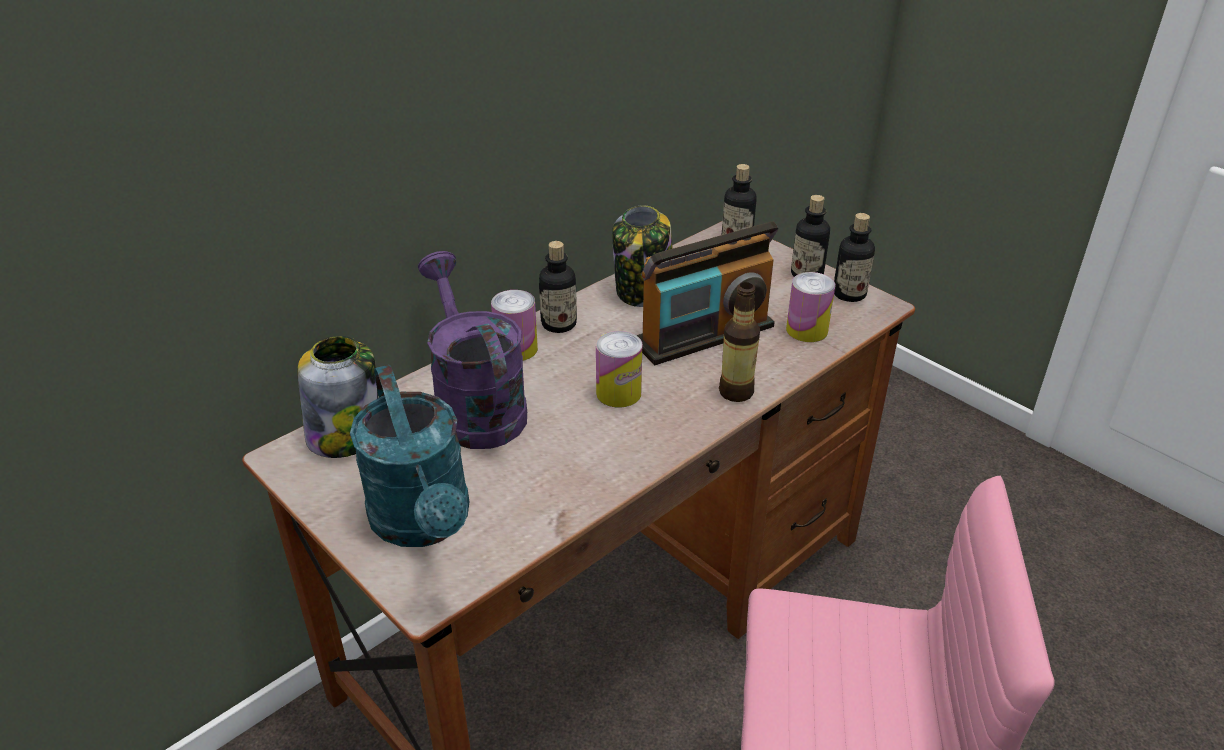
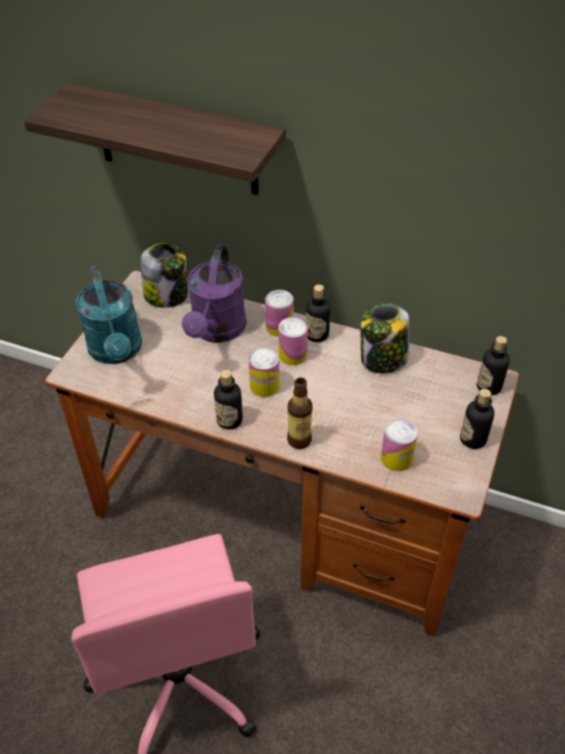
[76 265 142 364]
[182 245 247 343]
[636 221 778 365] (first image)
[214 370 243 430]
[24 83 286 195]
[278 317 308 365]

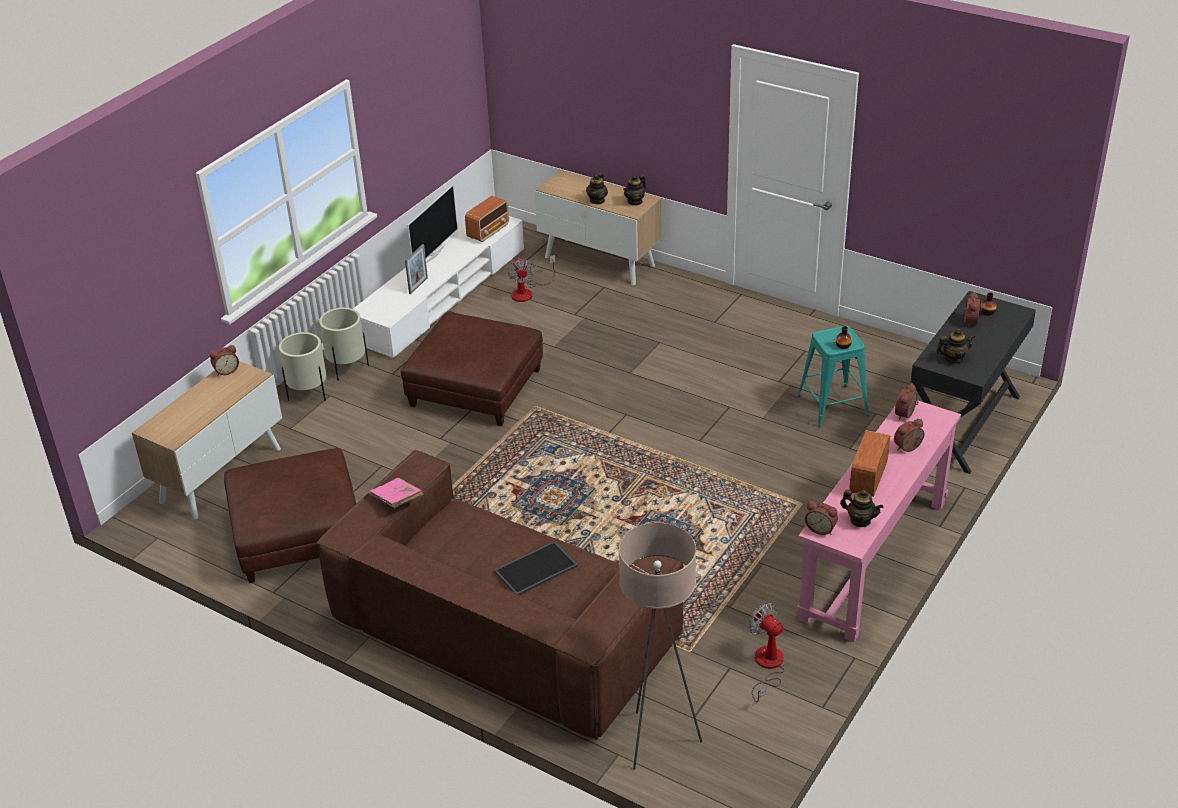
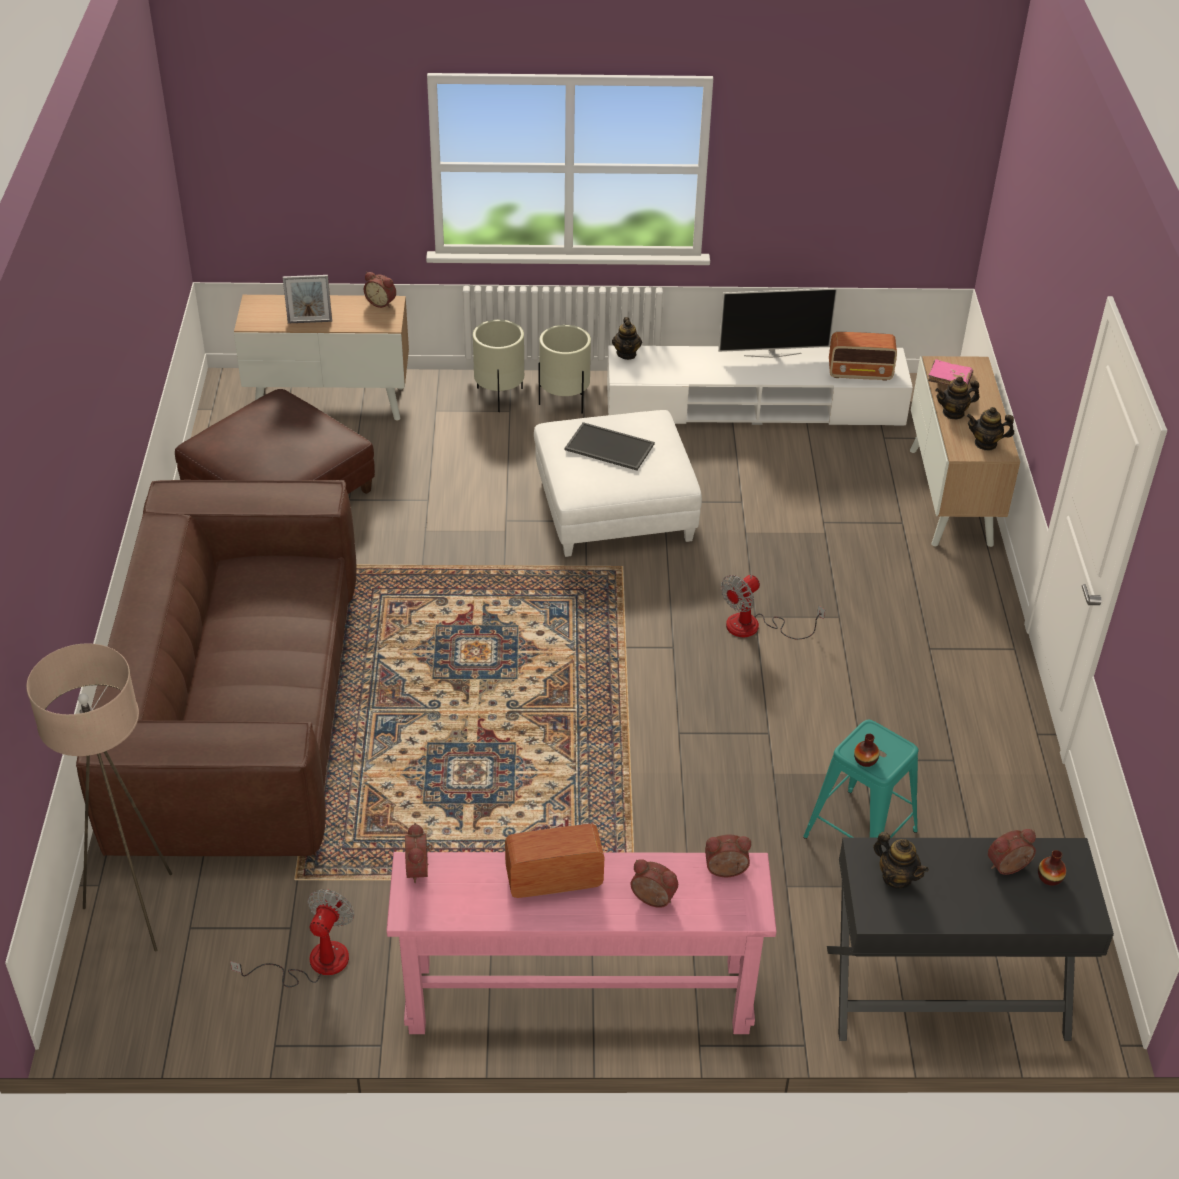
[928 359 973 386]
[534 410 702 557]
[283 275 332 324]
[565 422 655 471]
[721 575 825 640]
[612 317 642 360]

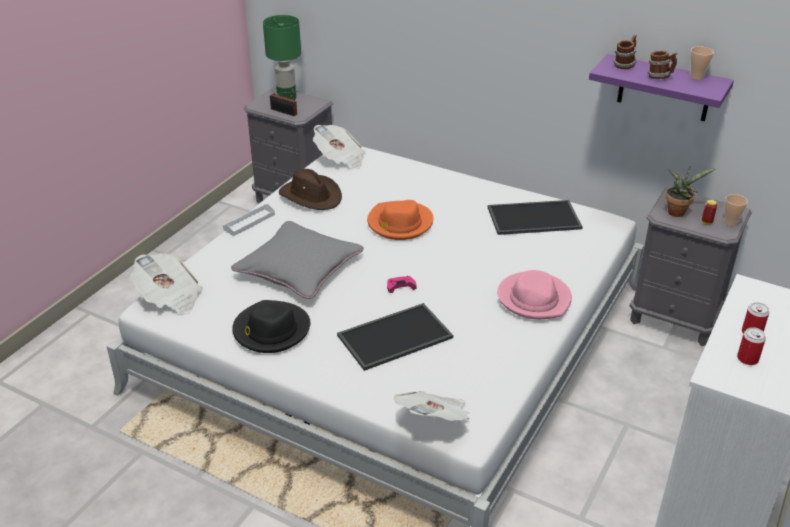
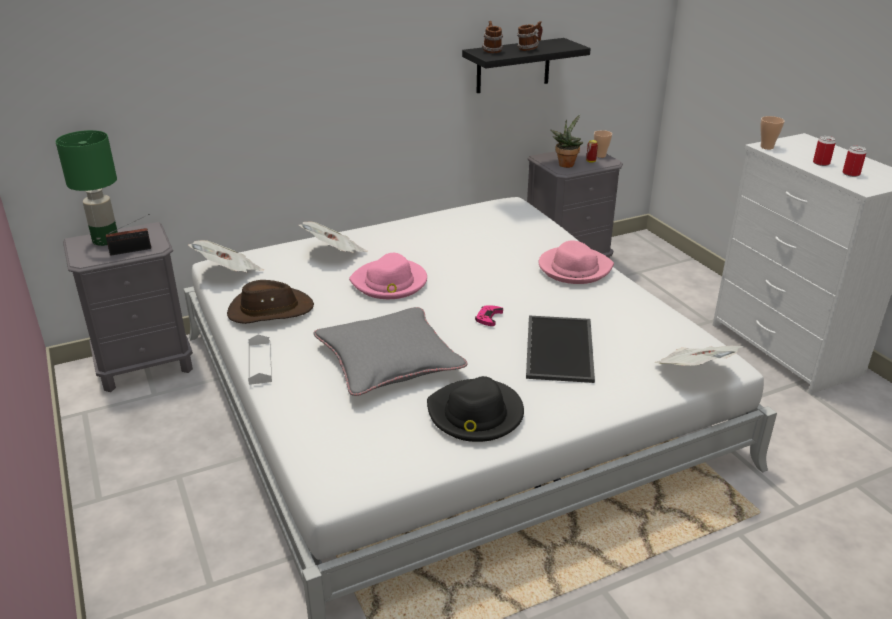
[299 221 368 253]
[349 253 427 299]
[488 200 583 235] (first image)
[462 38 591 93]
[760 116 785 149]

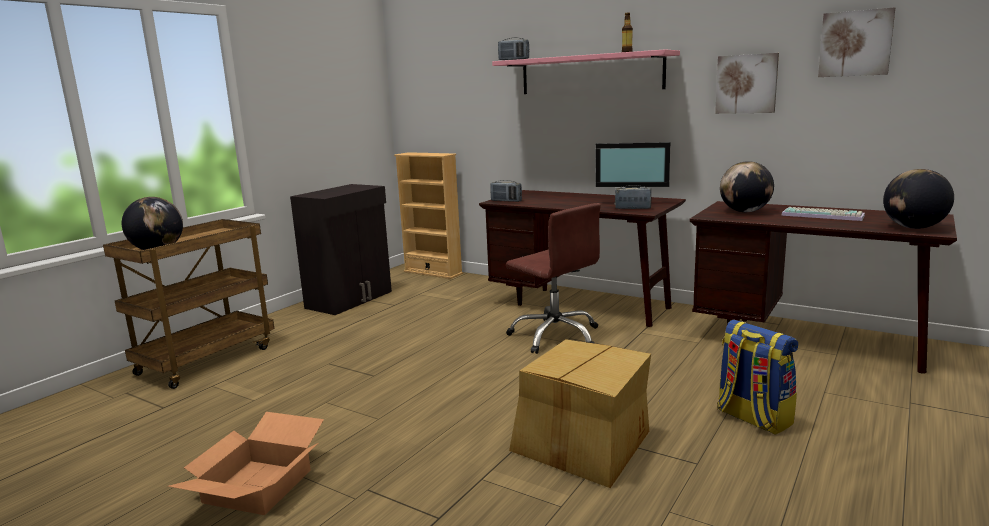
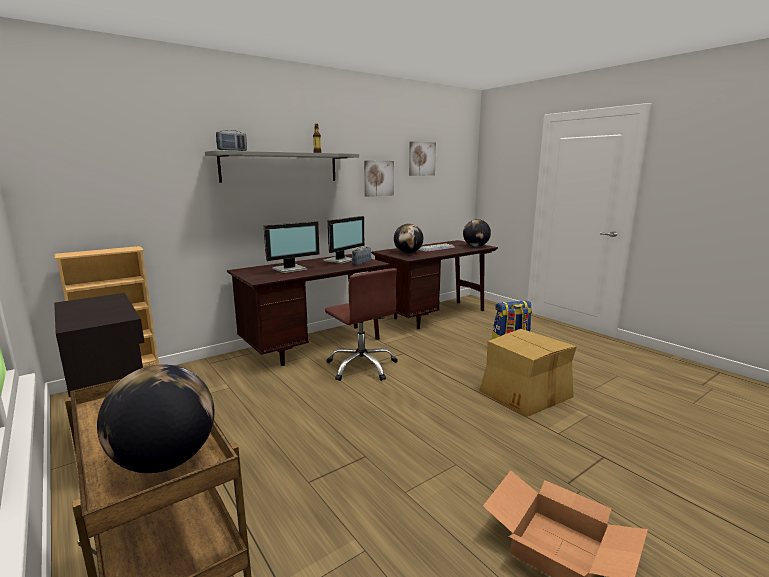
[490 180 522 202] (first image)
[205 150 359 183]
[325 268 398 381]
[264 221 320 273]

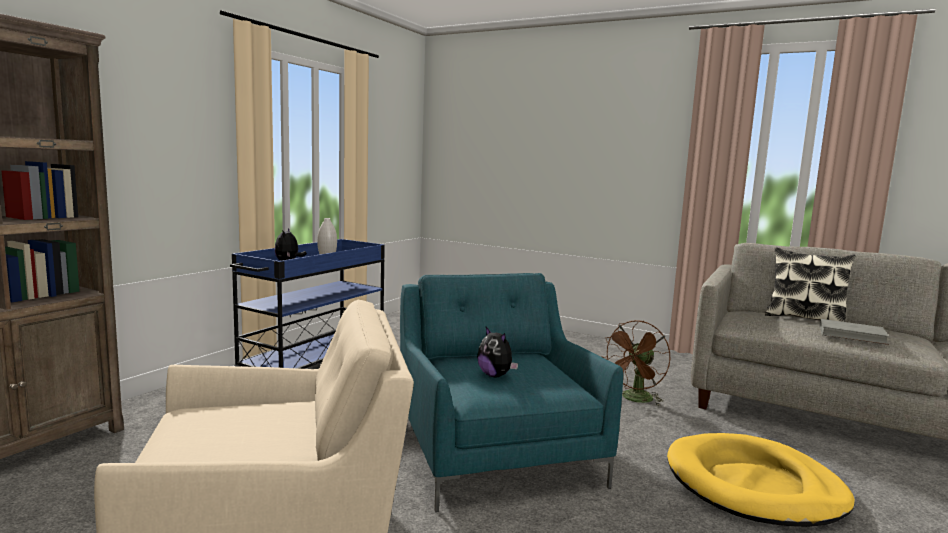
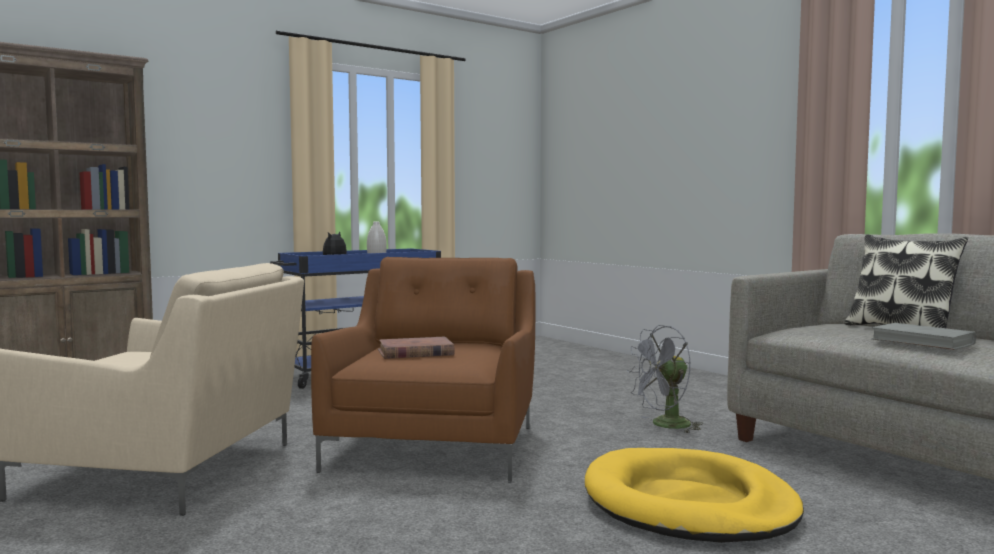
[311 257 536 483]
[378 336 455 359]
[627 325 703 433]

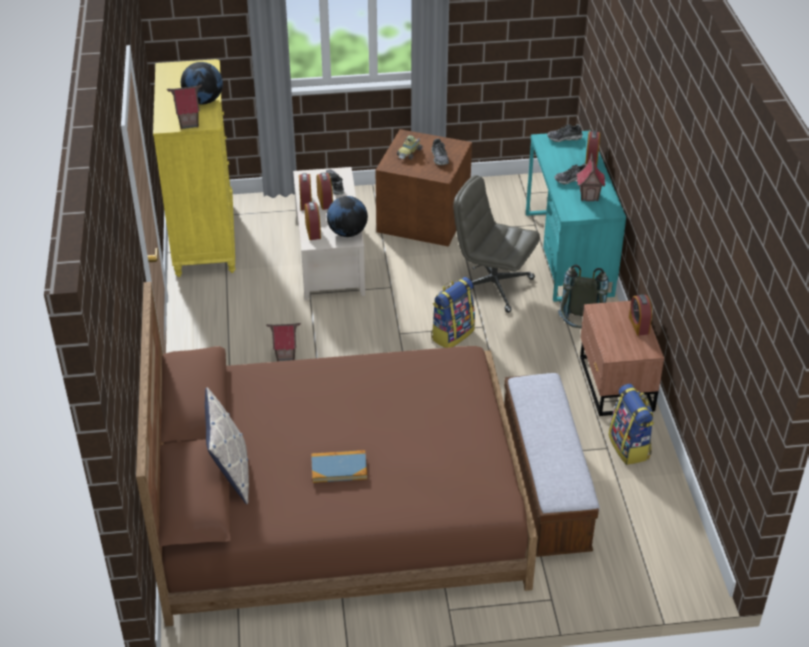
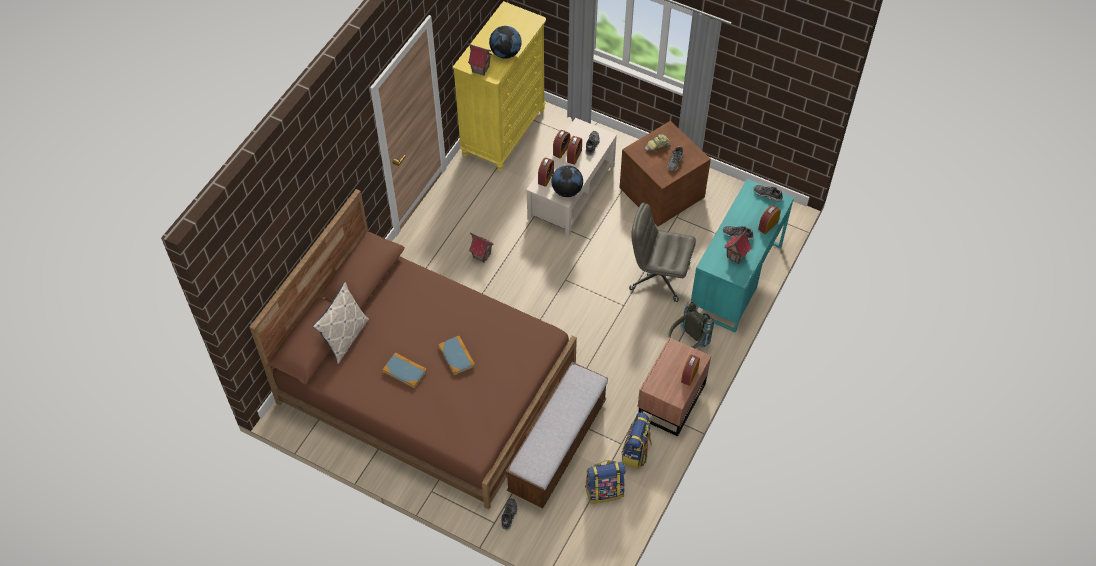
[585 460 626 503]
[629 203 696 302]
[439 336 475 375]
[501 498 517 531]

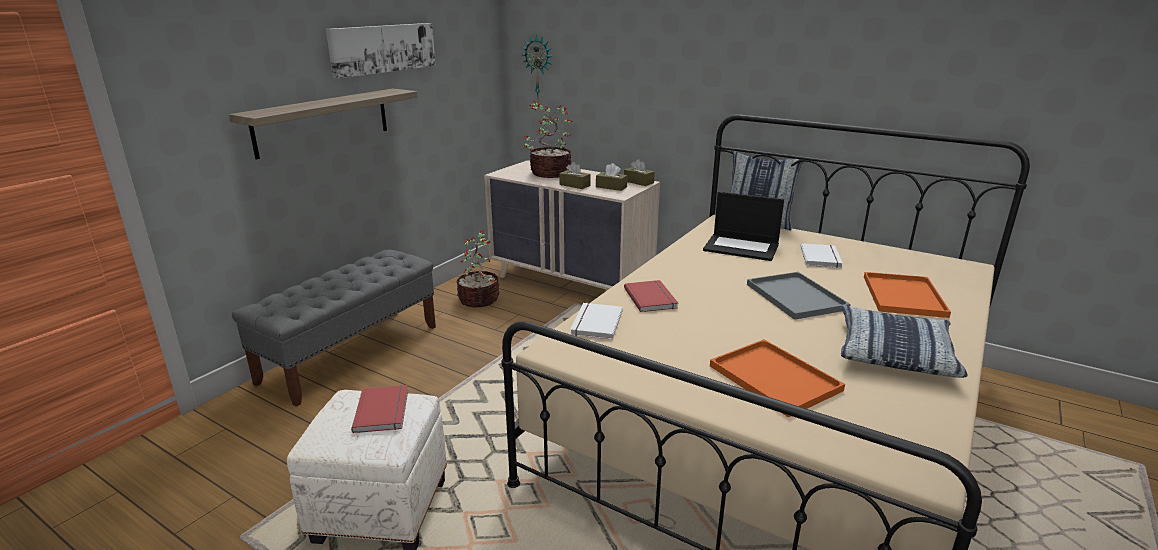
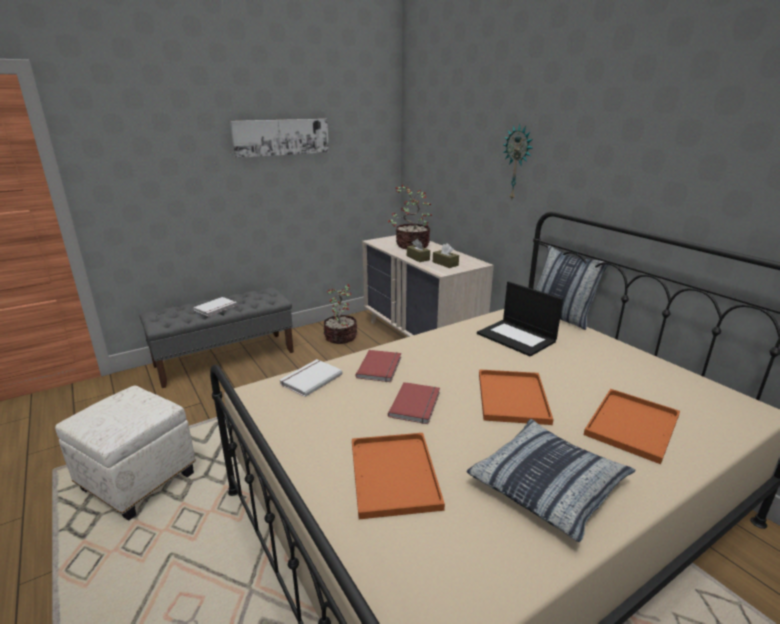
[229 88 418 160] (first image)
[388 382 440 424]
[503 124 533 199]
[624 159 655 186] (first image)
[479 369 554 425]
[193 297 237 316]

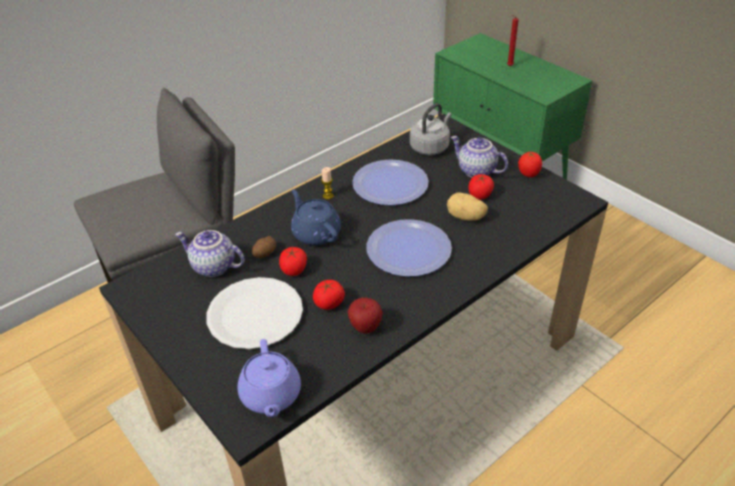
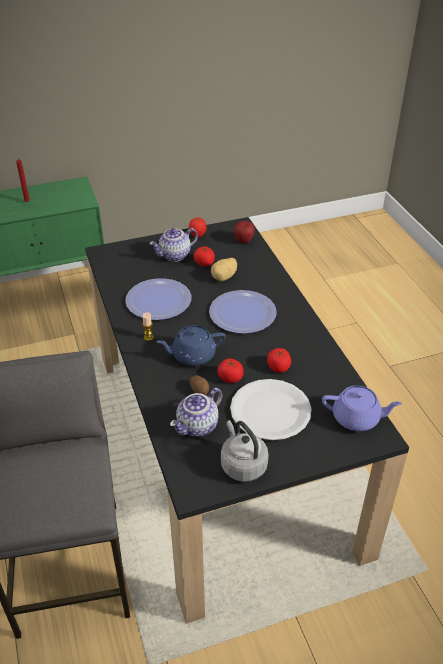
[234 221 255 243]
[221 420 269 482]

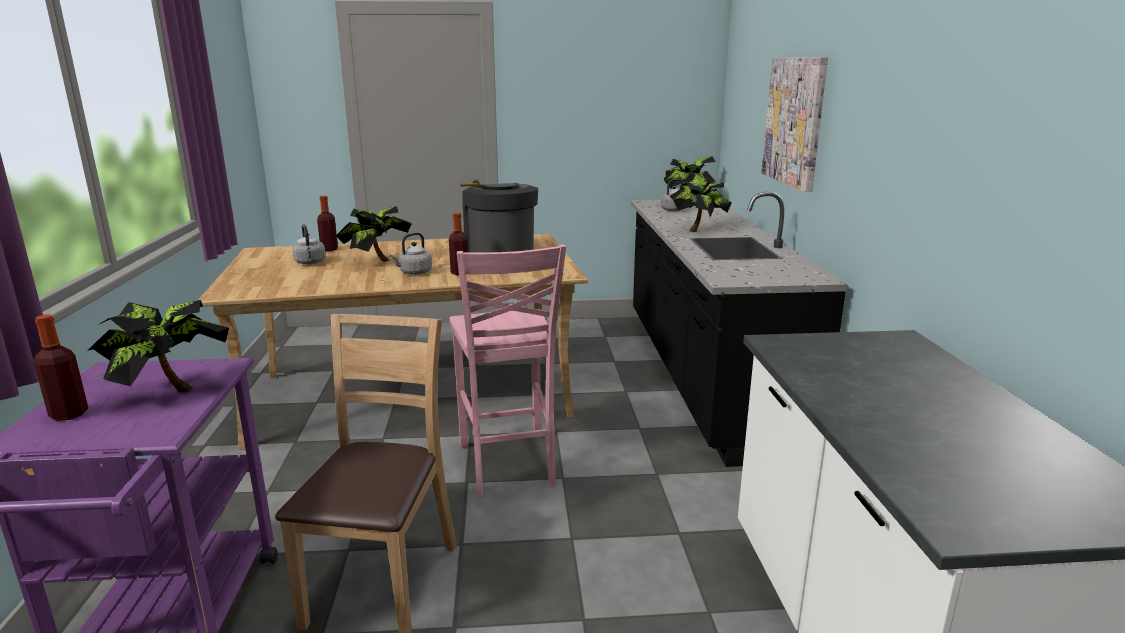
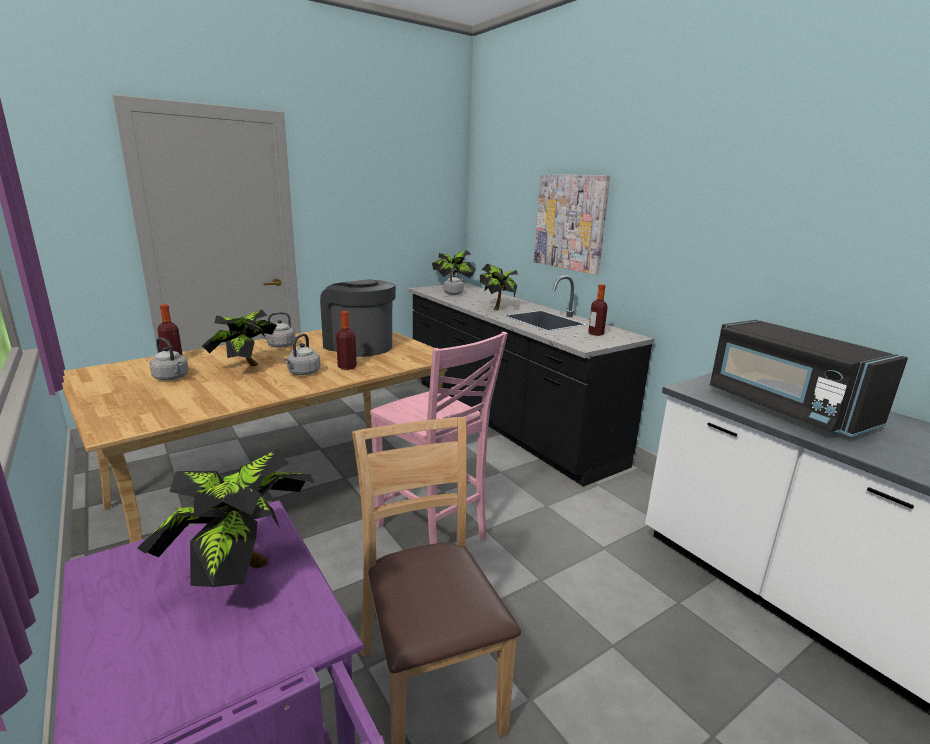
[588 284 608 336]
[261 312 295 348]
[710 320 908 437]

